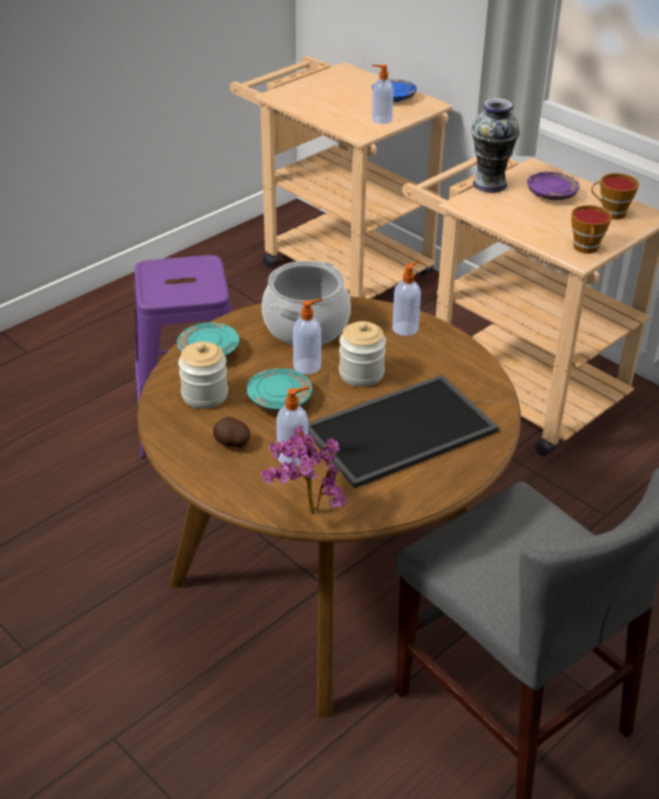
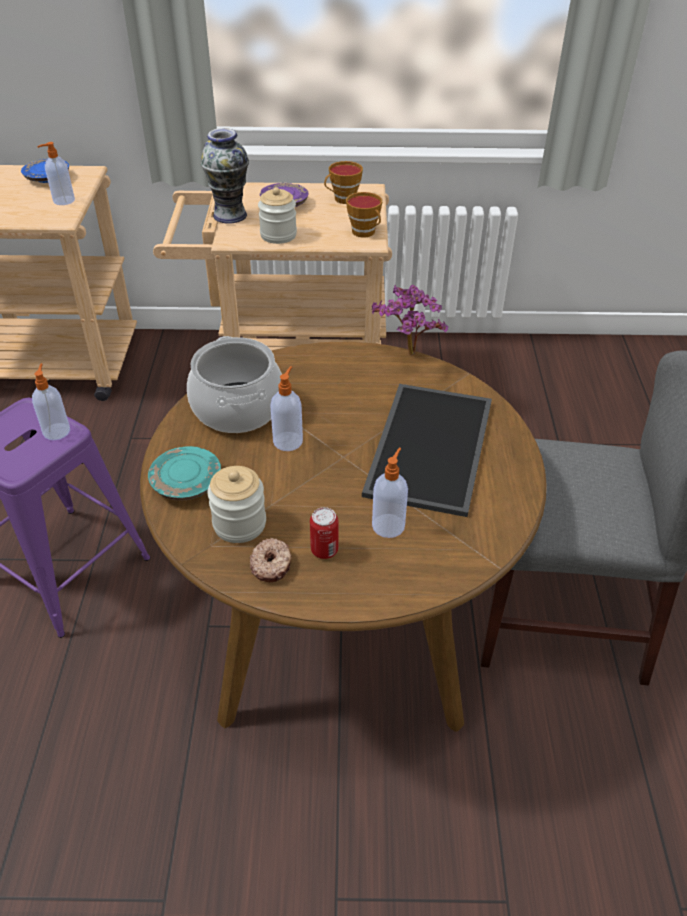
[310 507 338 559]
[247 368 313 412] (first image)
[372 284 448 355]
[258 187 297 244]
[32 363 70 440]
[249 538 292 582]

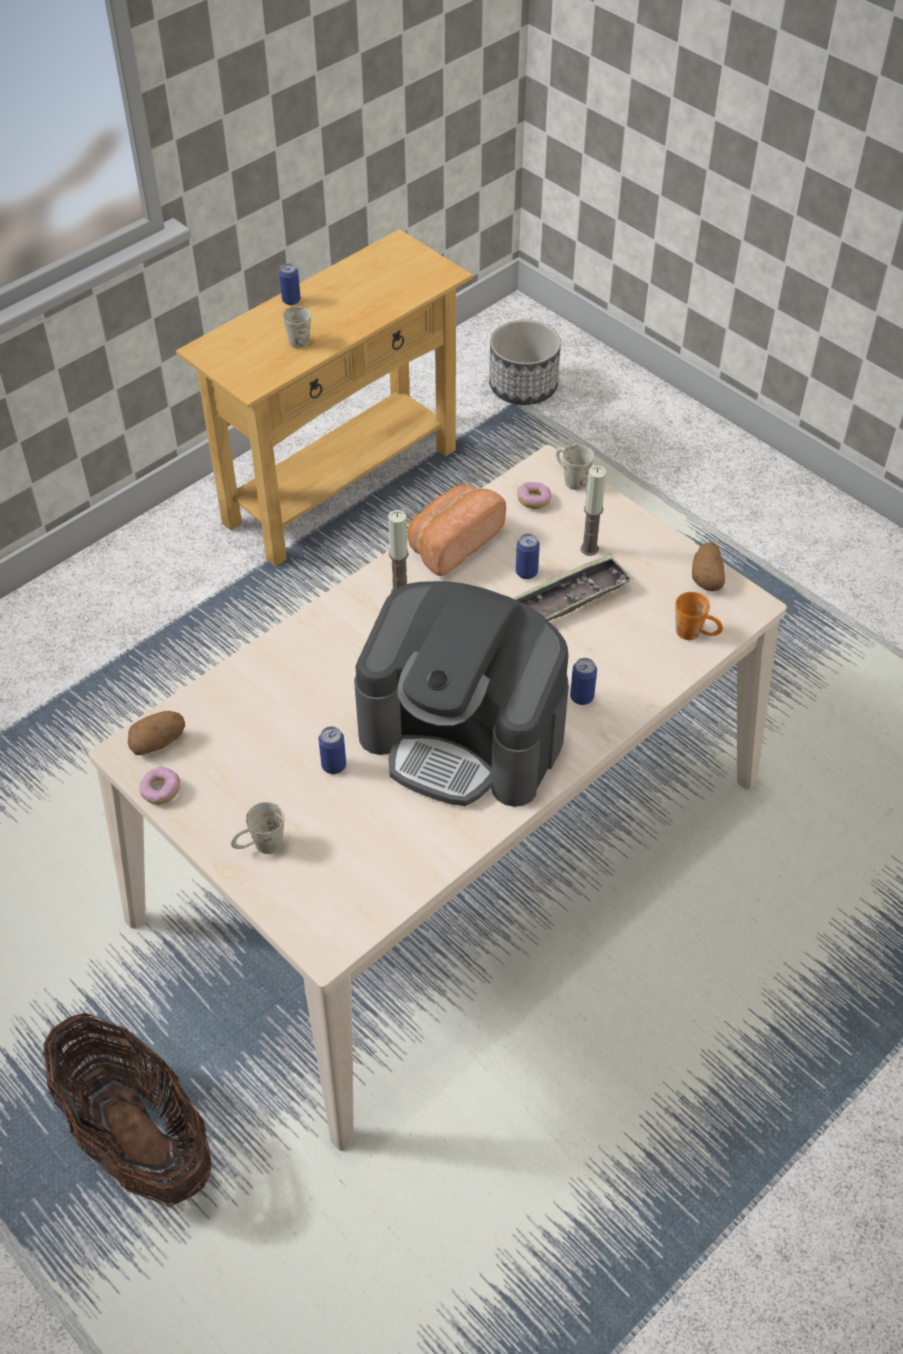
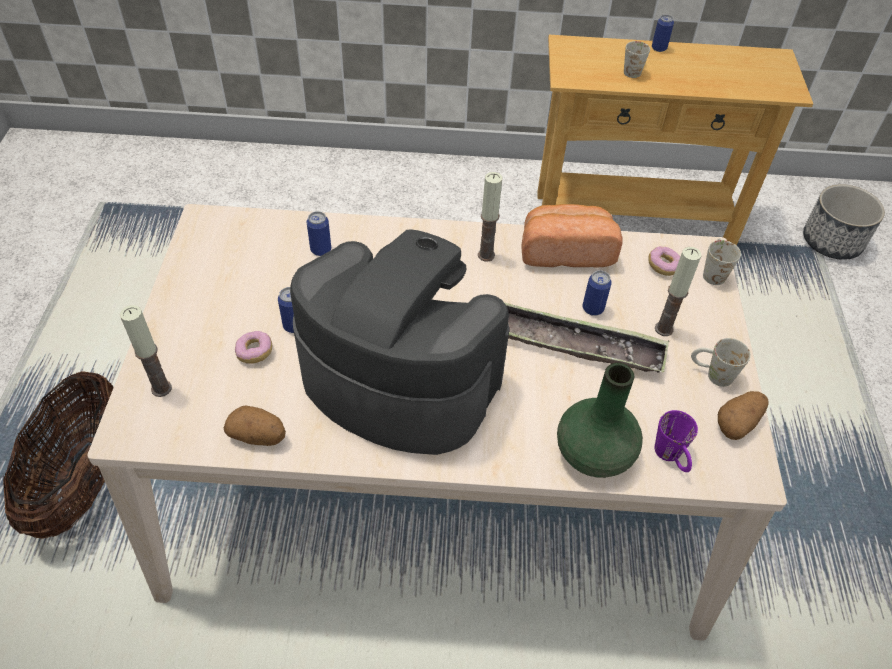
[224 406 286 446]
[235 331 272 364]
[691 338 751 387]
[290 229 509 455]
[307 211 331 256]
[655 410 698 472]
[120 305 172 397]
[557 363 643 478]

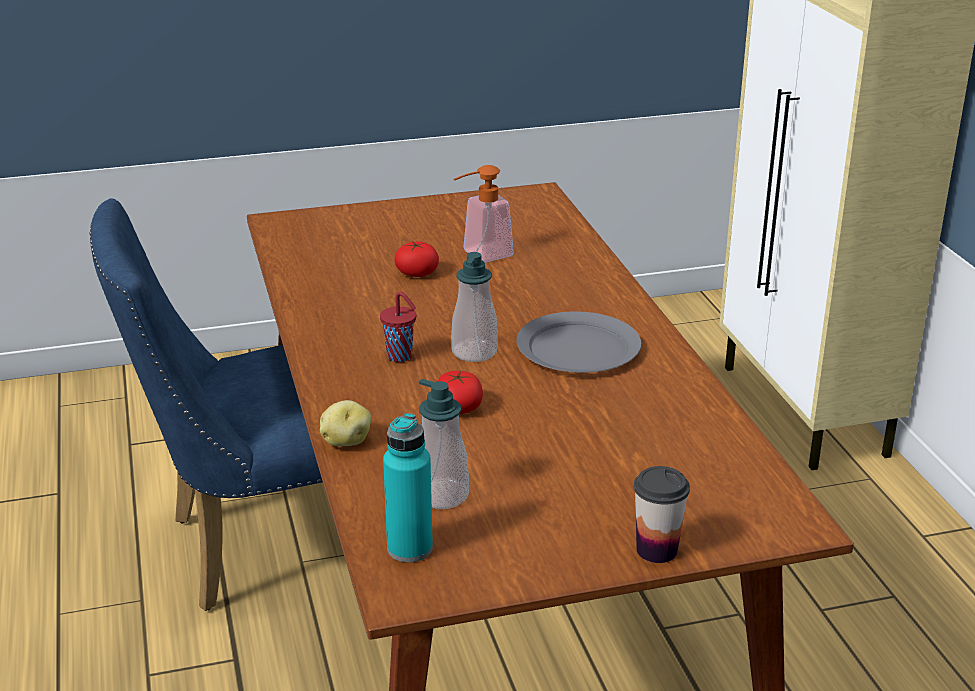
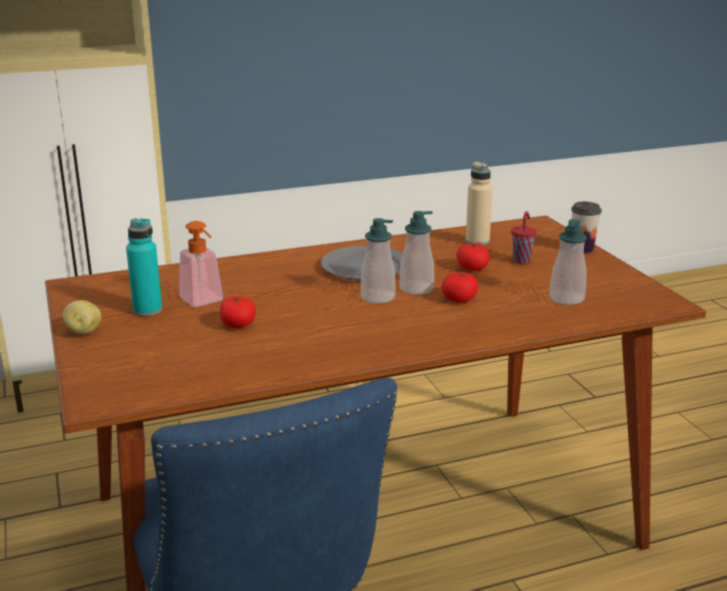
[63 300 101 334]
[511 212 537 264]
[126 218 162 316]
[400 211 434 295]
[457 243 490 271]
[466 162 493 246]

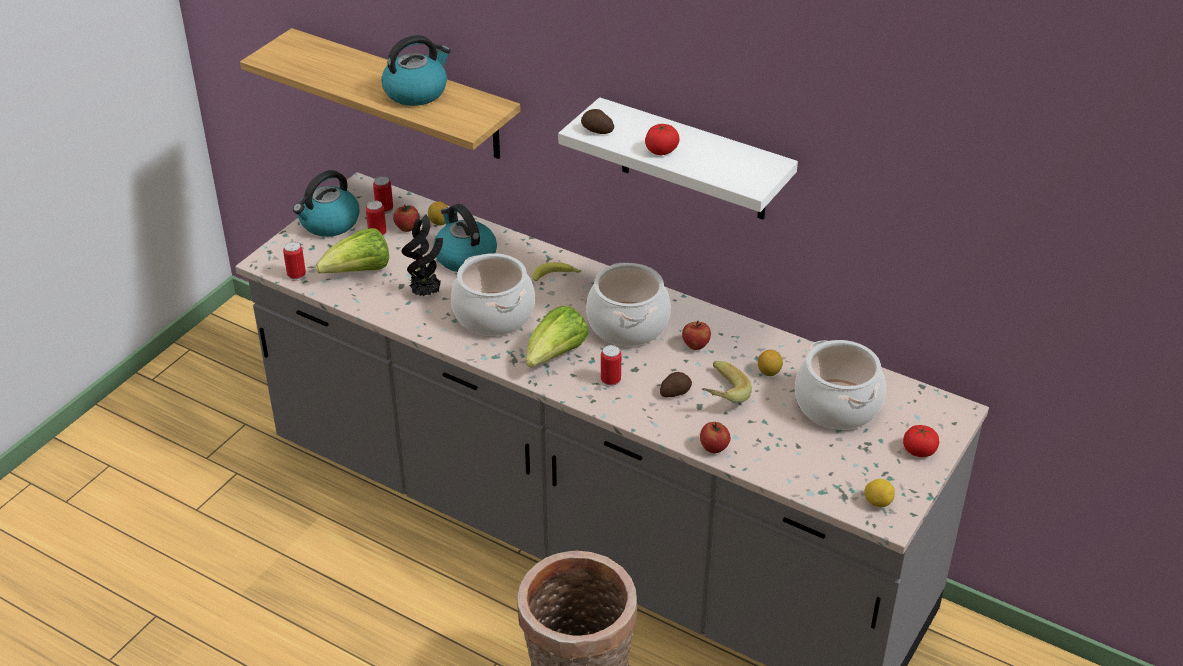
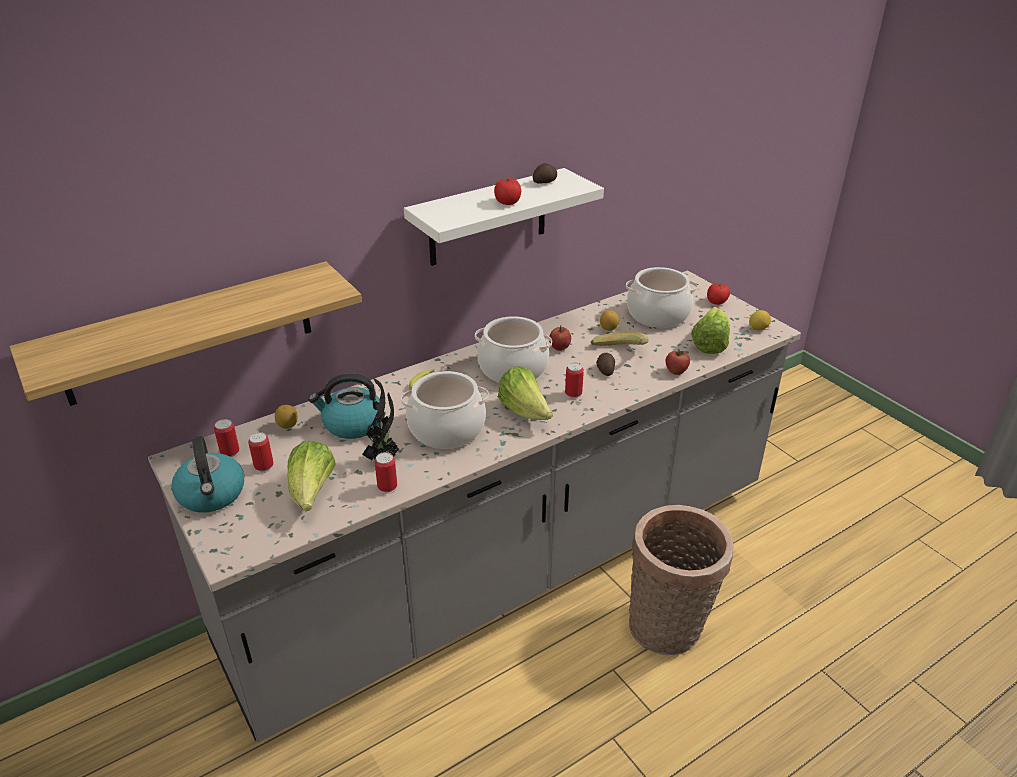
[375 452 397 494]
[381 35 451 106] (first image)
[393 205 418 232] (first image)
[533 163 557 184]
[691 307 730 354]

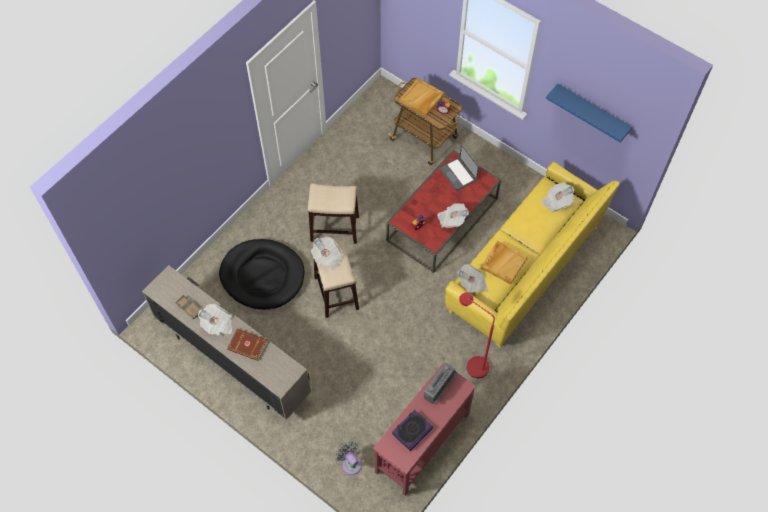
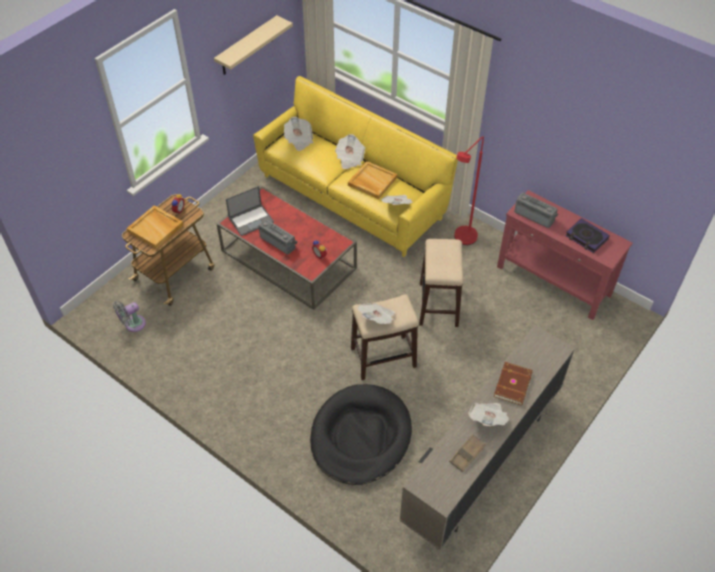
[419 239 463 327]
[113 301 146 332]
[335 134 366 169]
[214 15 293 75]
[259 219 298 255]

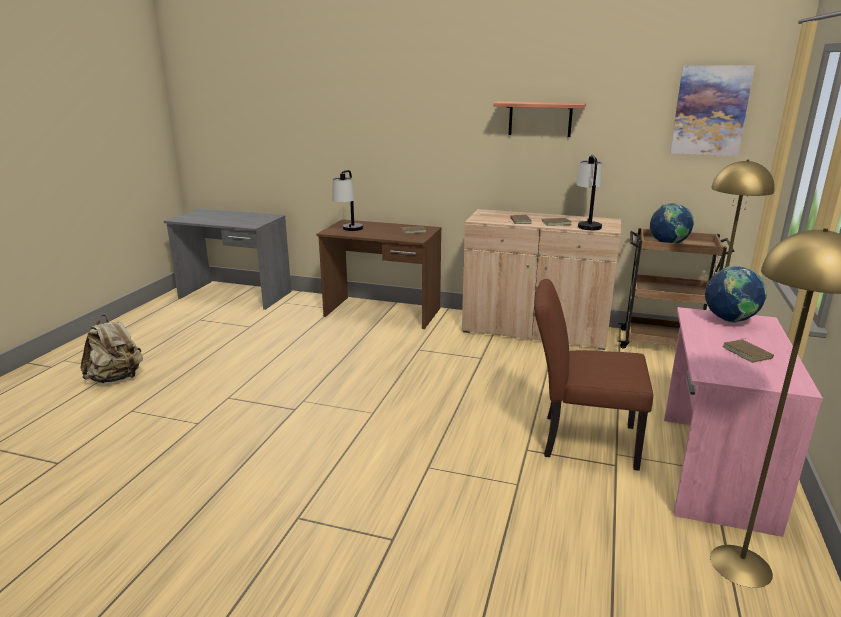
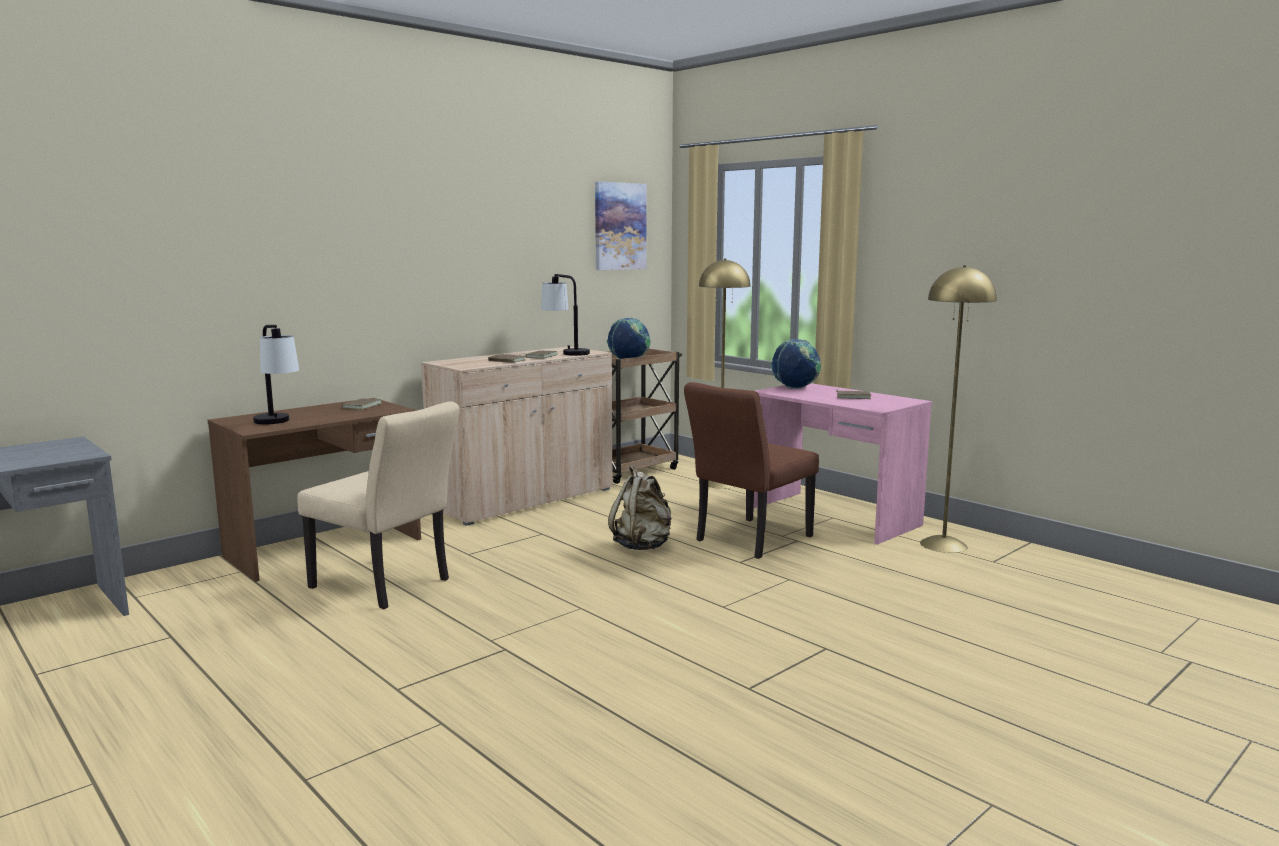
[608 466 672 550]
[493 101 586 137] (first image)
[297 401 460 609]

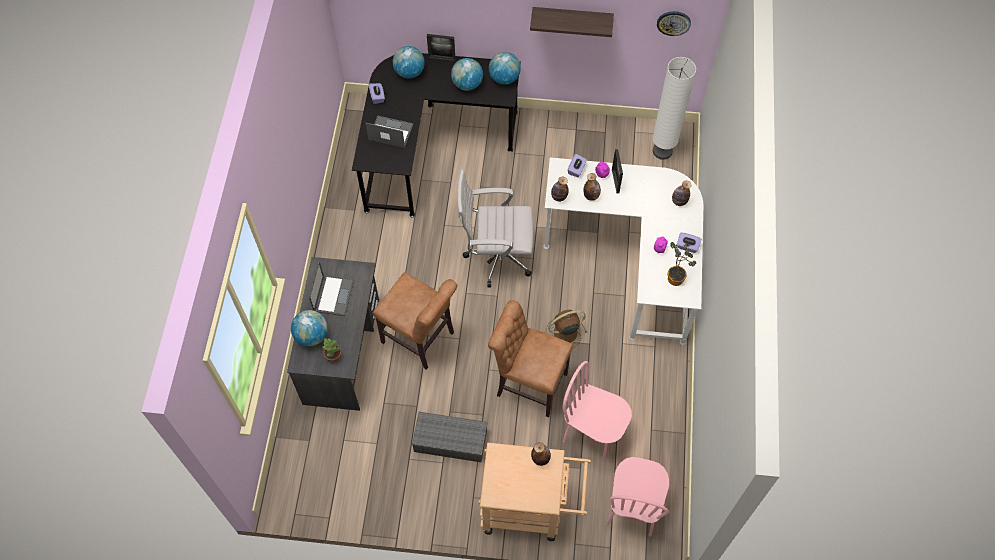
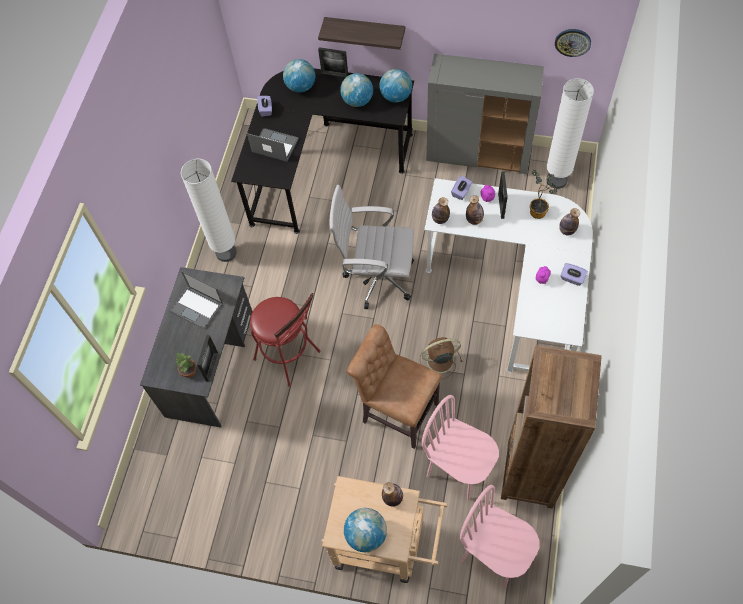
[344 508 387 552]
[170 271 223 330]
[250 293 320 386]
[412 412 488 462] (first image)
[318 17 405 50]
[460 485 540 588]
[530 169 557 219]
[181 159 237 262]
[197 335 218 382]
[427 54 544 174]
[501 345 602 509]

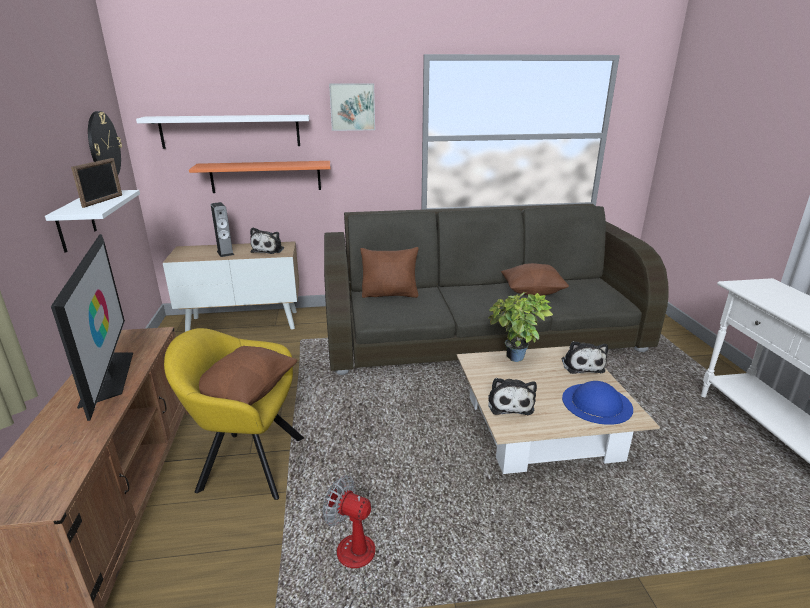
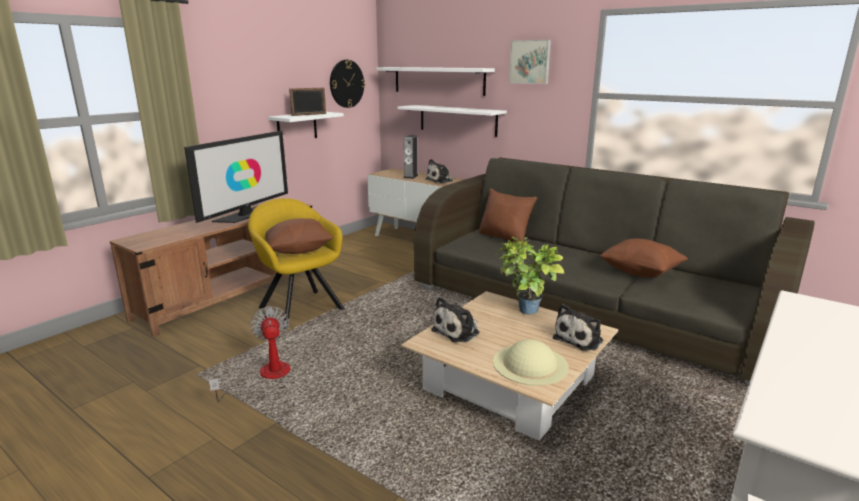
[397 105 507 137]
[493 339 569 386]

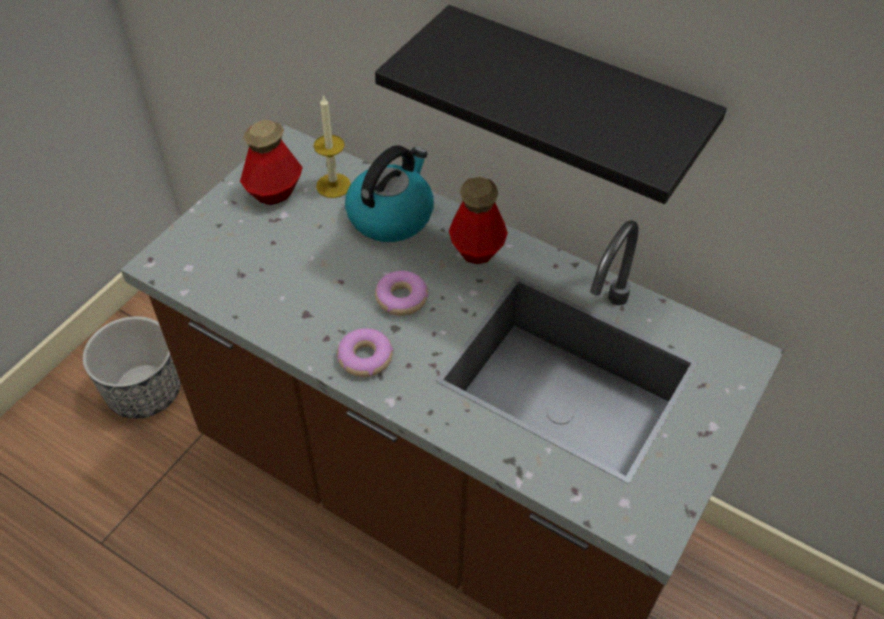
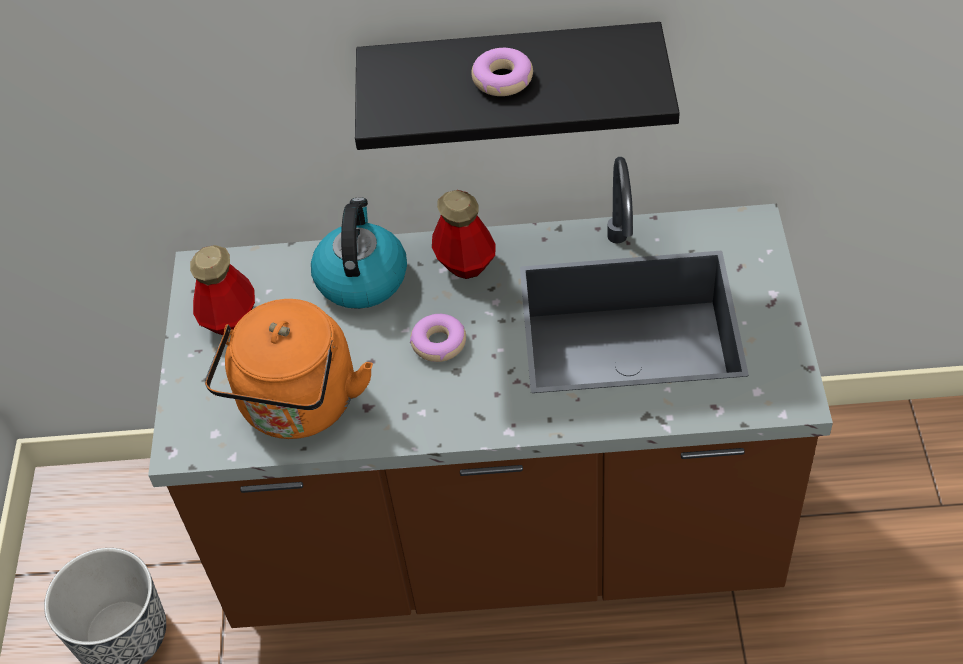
[313 95 351 198] (first image)
[471 48 533 96]
[205 299 373 439]

